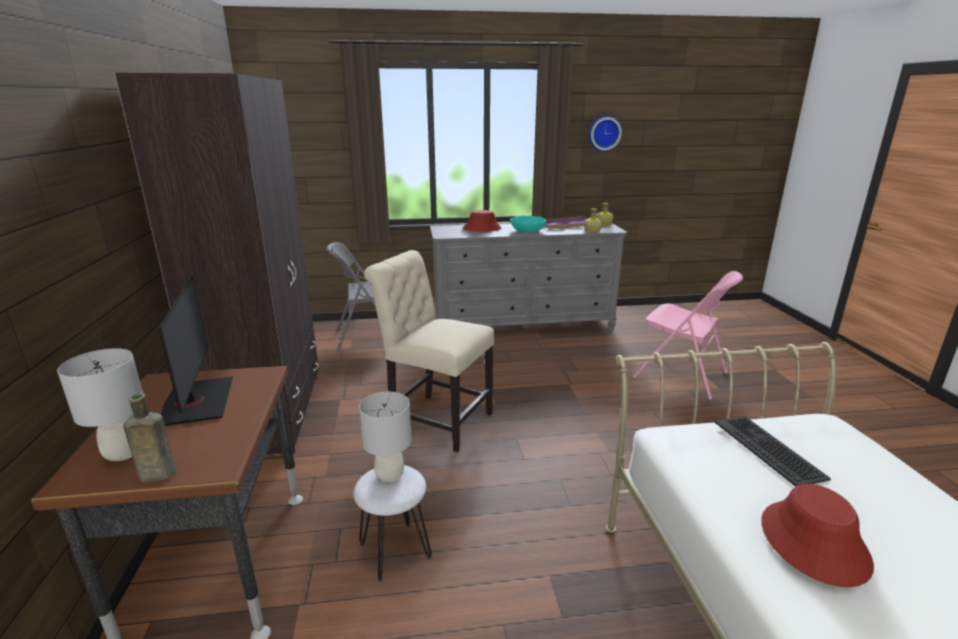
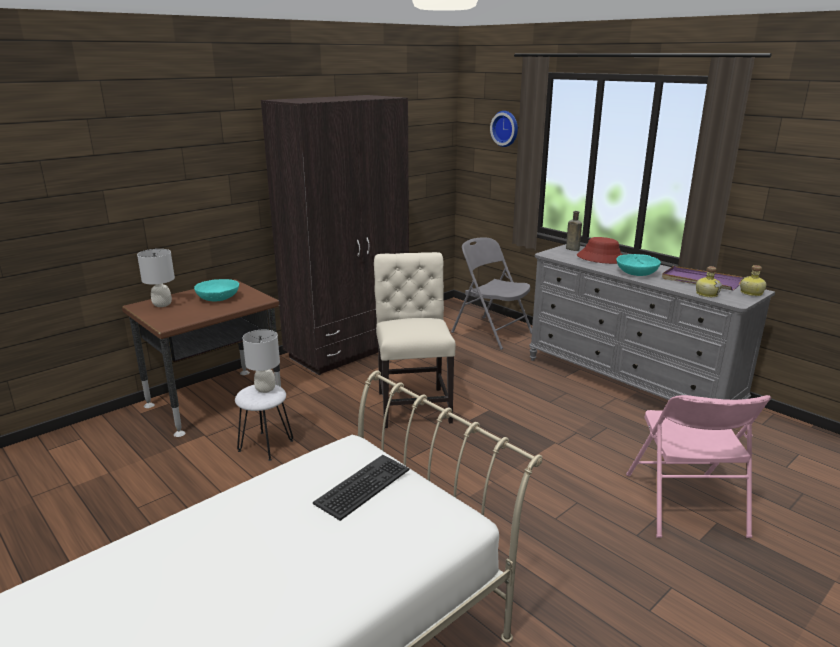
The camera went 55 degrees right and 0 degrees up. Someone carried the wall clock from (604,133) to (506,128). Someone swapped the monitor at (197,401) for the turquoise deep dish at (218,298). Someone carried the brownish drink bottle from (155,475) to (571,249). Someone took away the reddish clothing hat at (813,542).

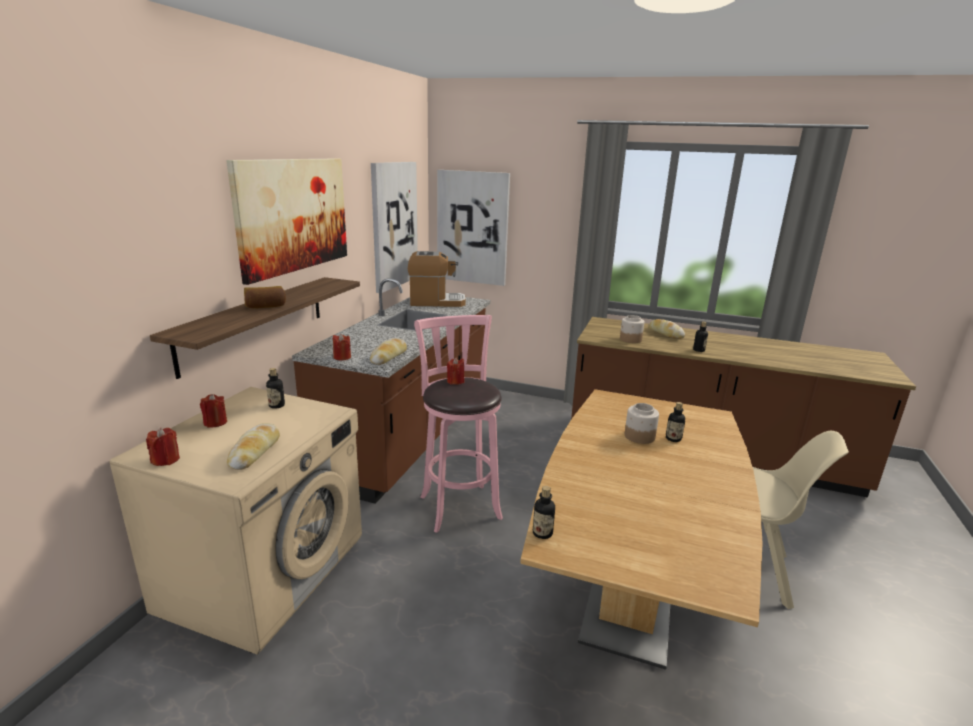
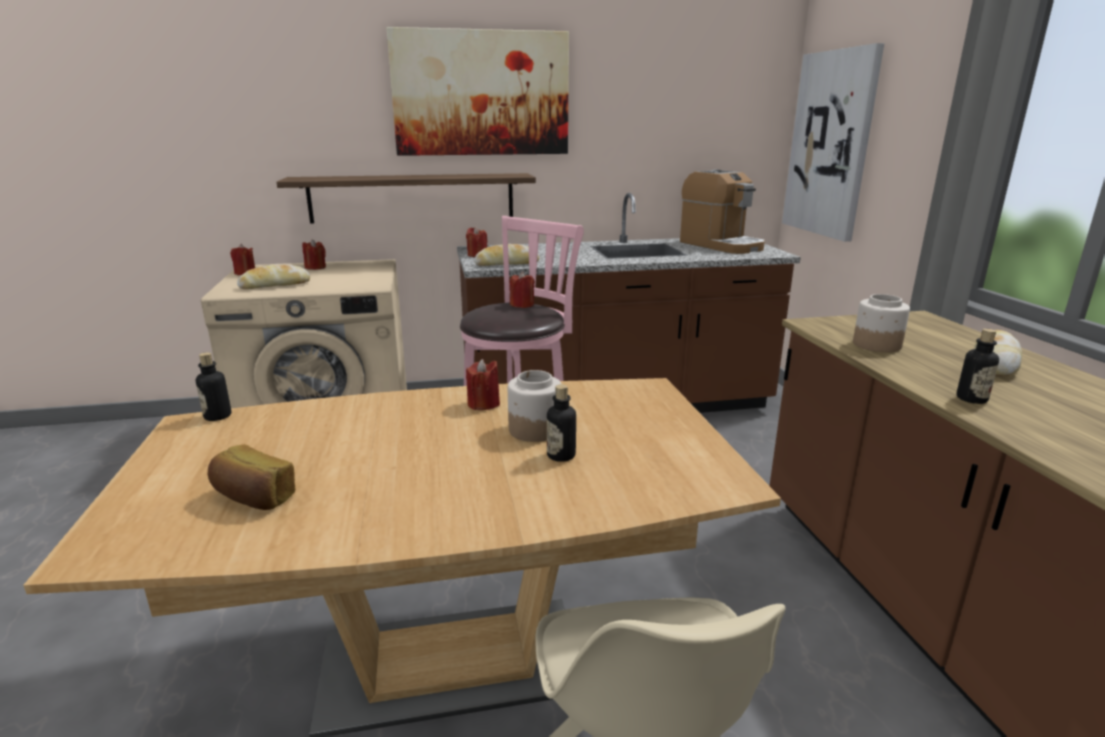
The camera went 60 degrees right and 0 degrees up. Someone took away the picture at (394,225). Someone carried the bakery bread from (265,307) to (253,497). Someone took away the drink bottle at (277,405). Someone put down the reddish wax candle at (483,404).

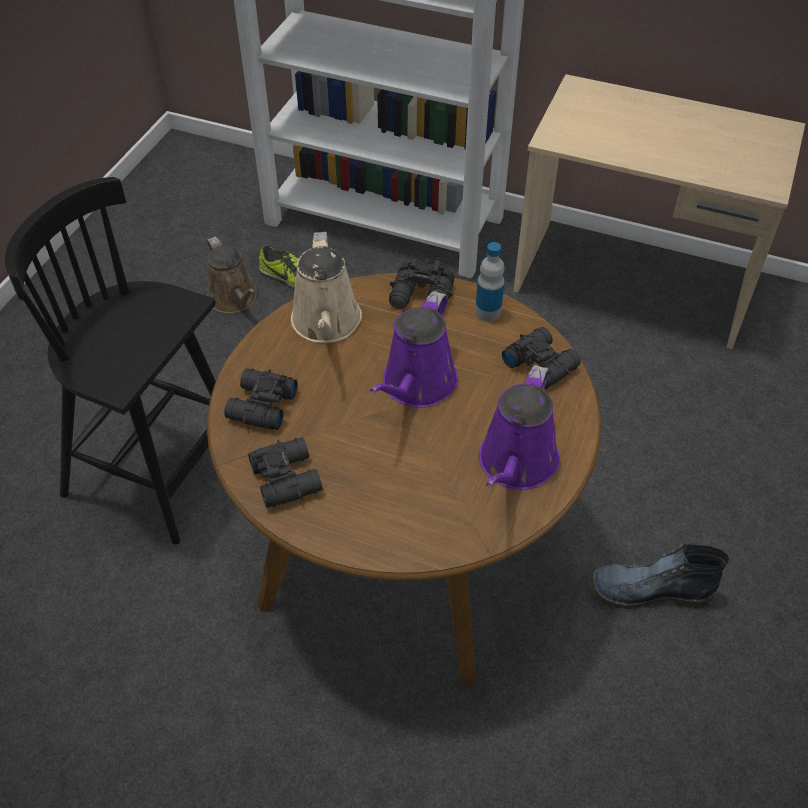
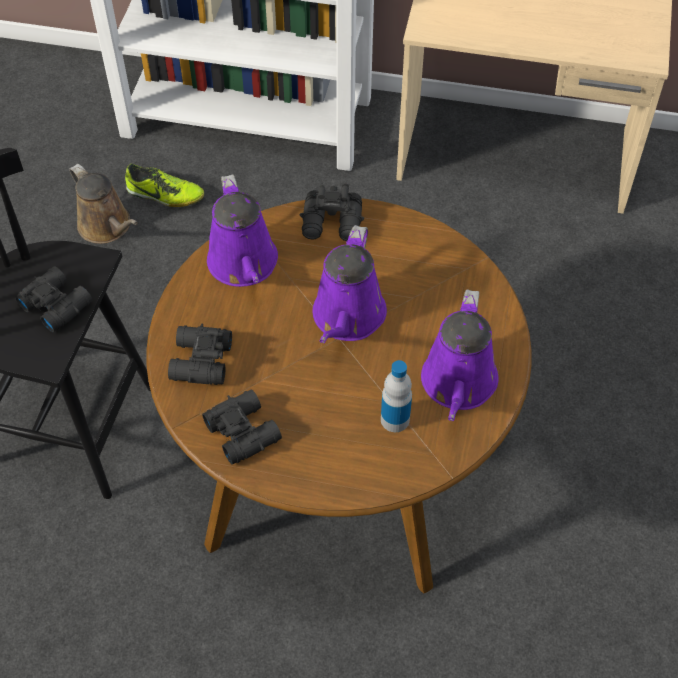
The camera went 10 degrees left and 5 degrees up. Someone repainted the beige watering can at (326,324), which became the purple-coloured watering can at (244,265). Someone carried the drink bottle from (488,312) to (395,419). Someone carried the black-coloured pair of binoculars from (540,364) to (56,303). Someone took away the boot at (646,591).

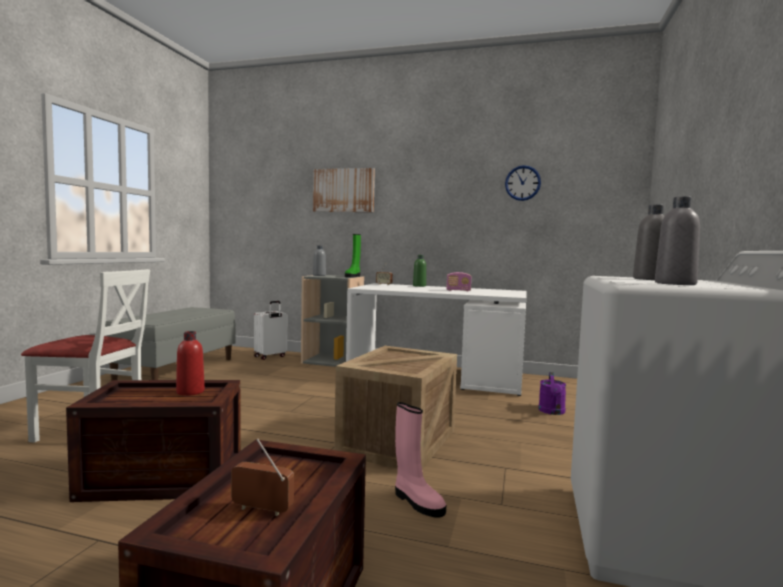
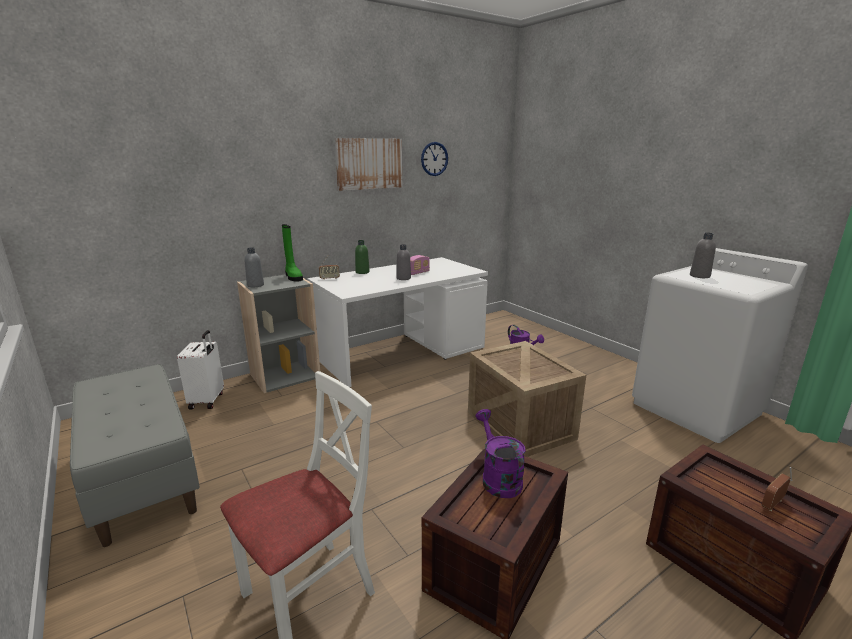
The camera went 50 degrees left and 15 degrees up. Someone carried the picture from (344,190) to (369,164). Someone carried the gray drink bottle from (675,283) to (403,278). Someone swapped the reddish drink bottle at (190,392) for the purple-coloured watering can at (498,478). Someone took away the pink boot at (417,502).

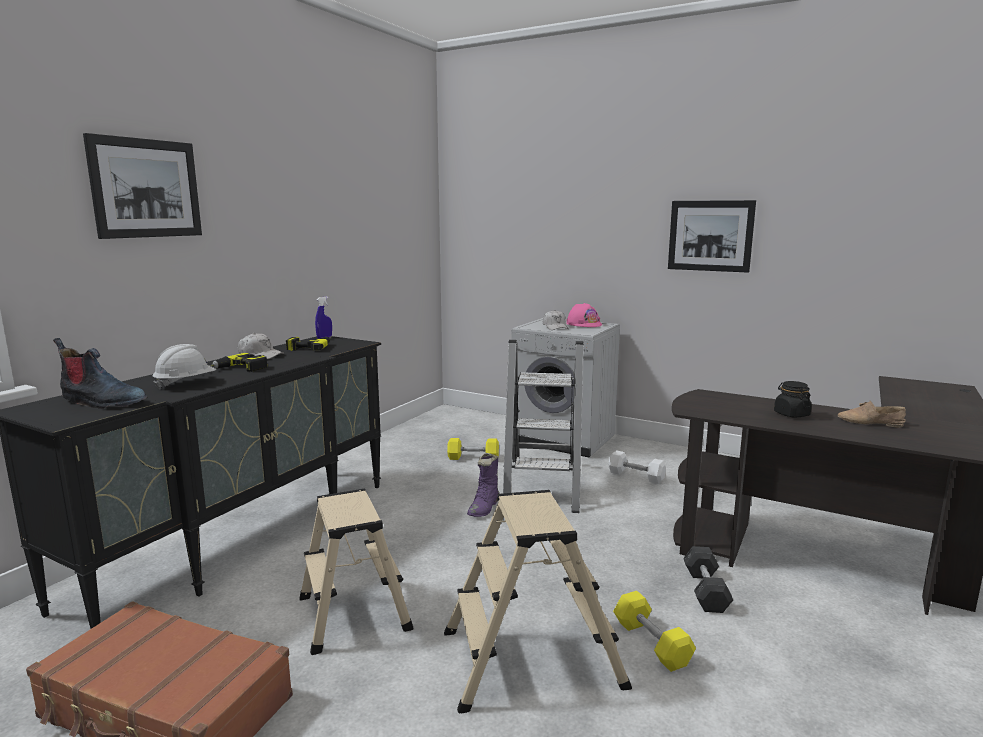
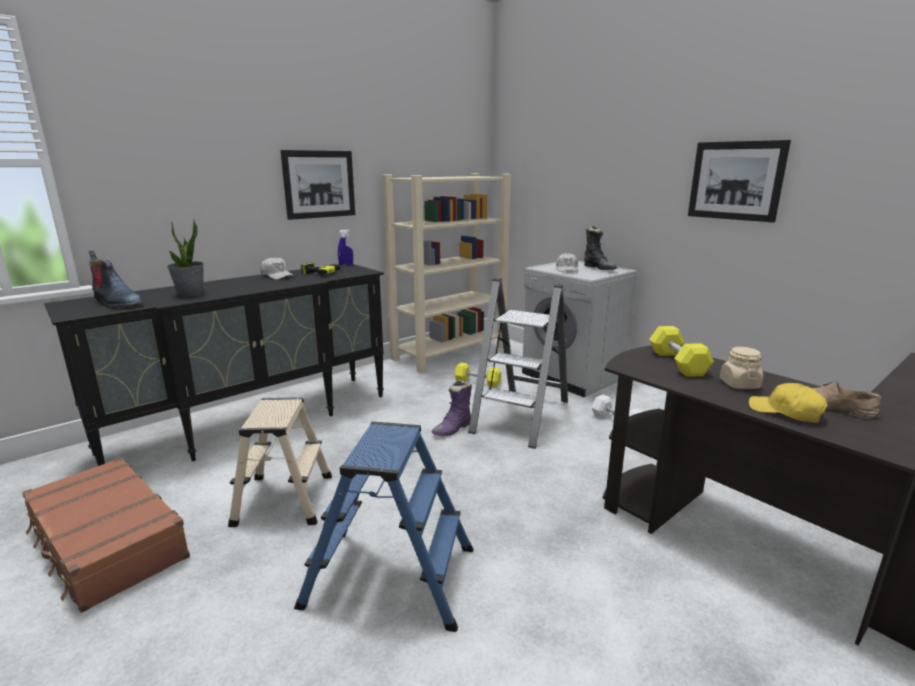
The camera went 20 degrees right and 5 degrees up. Someone carried the picture from (146,188) to (319,184). Someone swapped the pink safety helmet at (584,324) for the black-coloured boot at (599,268). Someone swapped the white safety helmet at (186,383) for the houseplant at (190,294). Someone took away the power drill at (234,370). Someone repainted the black-coloured preserve jar at (791,414), which became the beige preserve jar at (739,384). Someone repainted the beige step ladder at (531,658), which became the bluish step ladder at (389,576). Someone took away the gray dumbbell at (705,591). Someone carried the yellow-coloured dumbbell from (651,643) to (677,363). Someone put down the beige bookcase at (449,353). Someone put down the yellow-coloured baseball cap at (785,412).

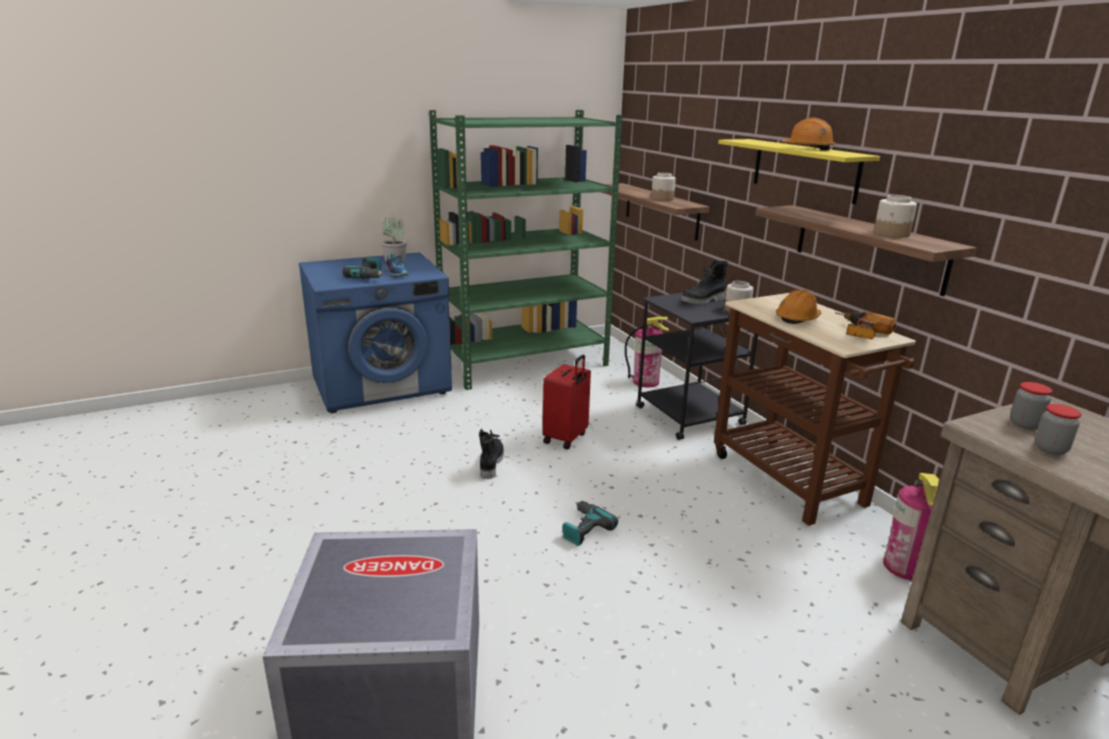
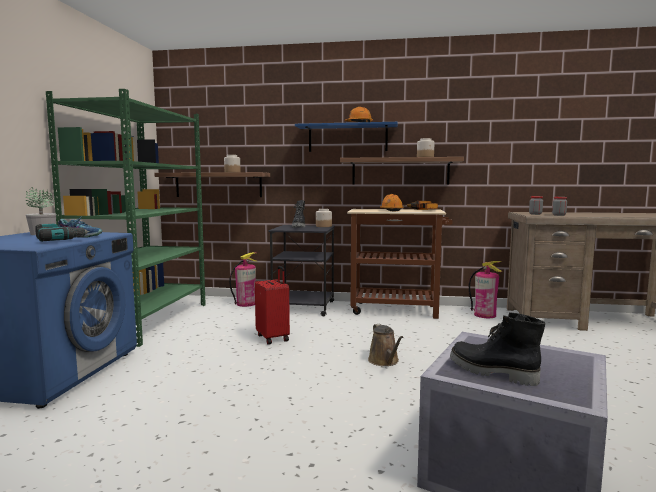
The camera went 55 degrees left and 15 degrees down. Someone repainted the yellow-coloured wall shelf at (804,170), which became the bluish wall shelf at (347,138). Someone carried the black-coloured boot from (490,463) to (491,372). Someone swapped the power drill at (583,529) for the brownish watering can at (384,361).

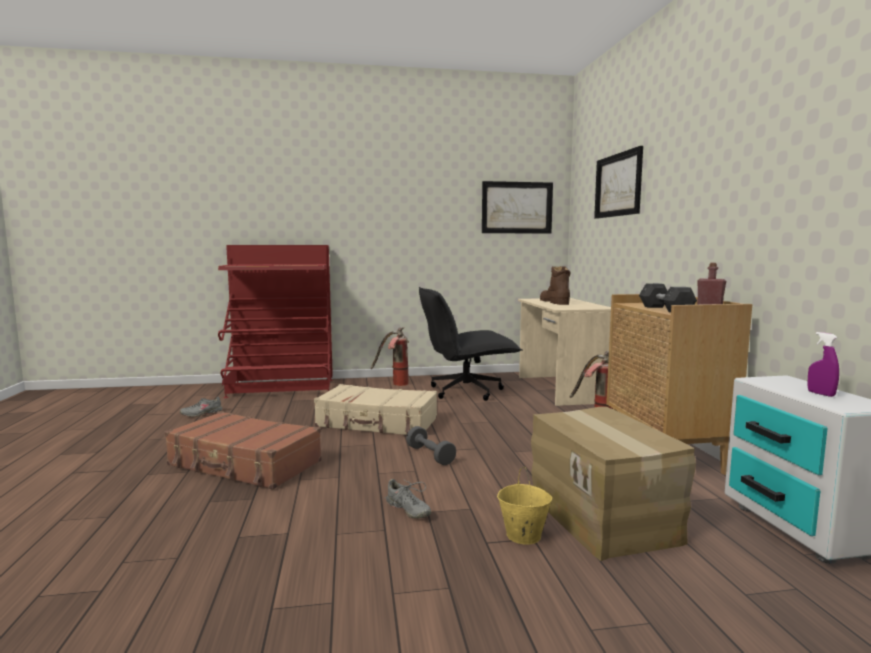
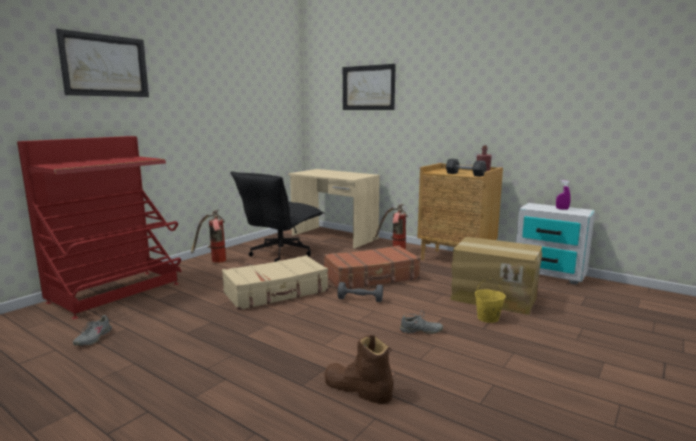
The camera went 45 degrees left and 5 degrees up. Someone carried the picture from (516,207) to (105,66). Someone carried the brownish boot from (554,302) to (357,389). Someone carried the brownish suitcase from (244,464) to (371,277).

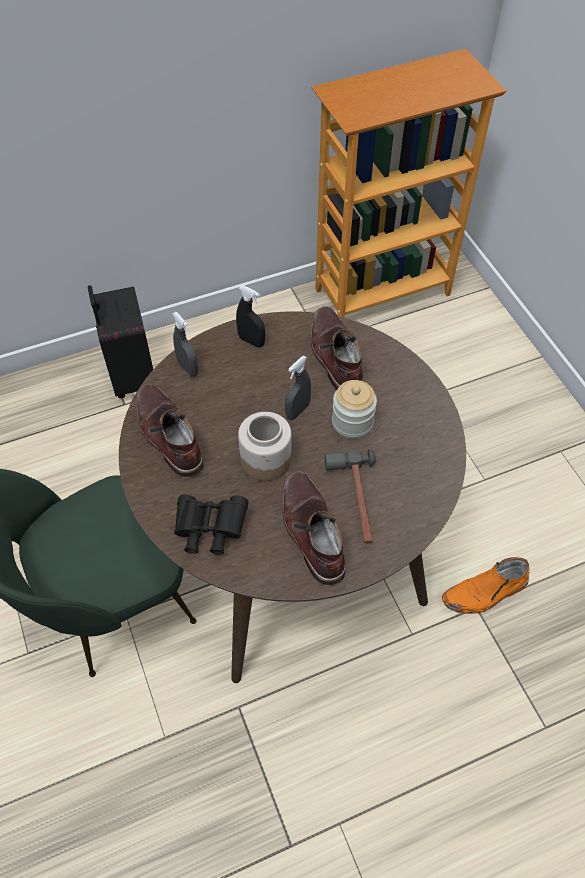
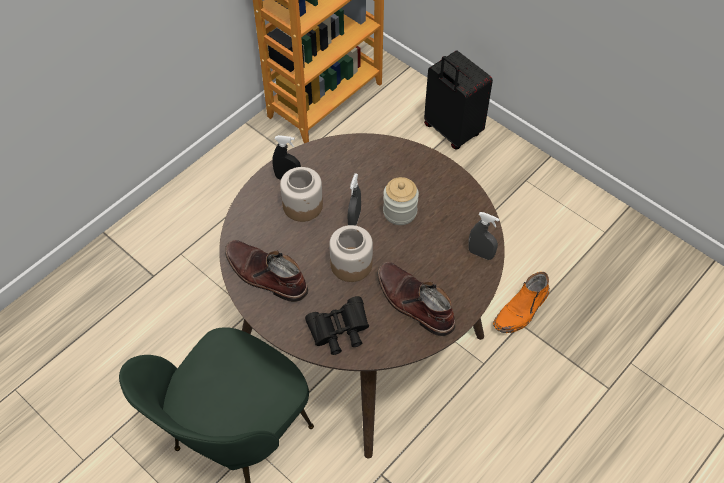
The camera went 25 degrees left and 0 degrees up. Someone carried the black-coloured suitcase from (131,377) to (451,131). Someone took away the brownish boot at (334,356). Someone carried the gray spray bottle from (188,368) to (480,254). Someone took away the hammer at (356,500). Someone put down the preserve jar at (303,205).

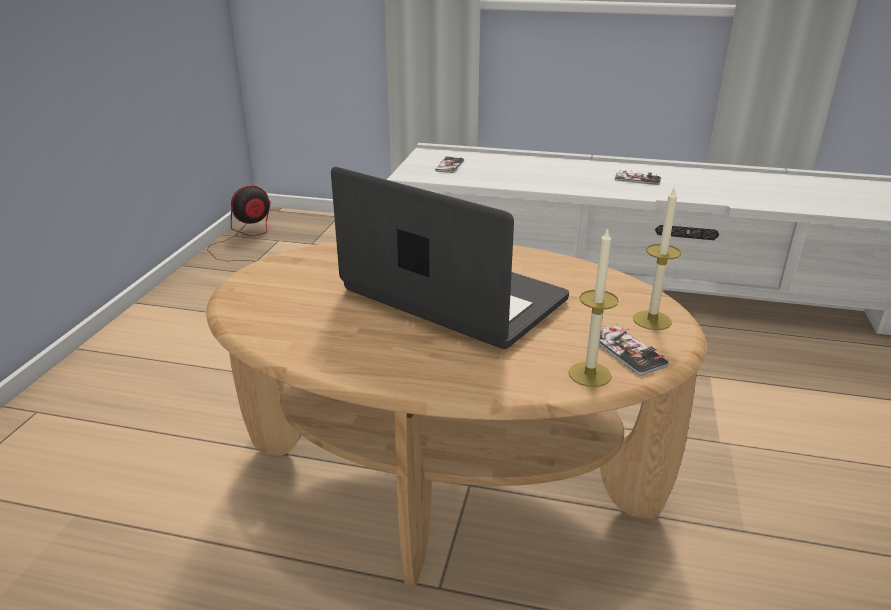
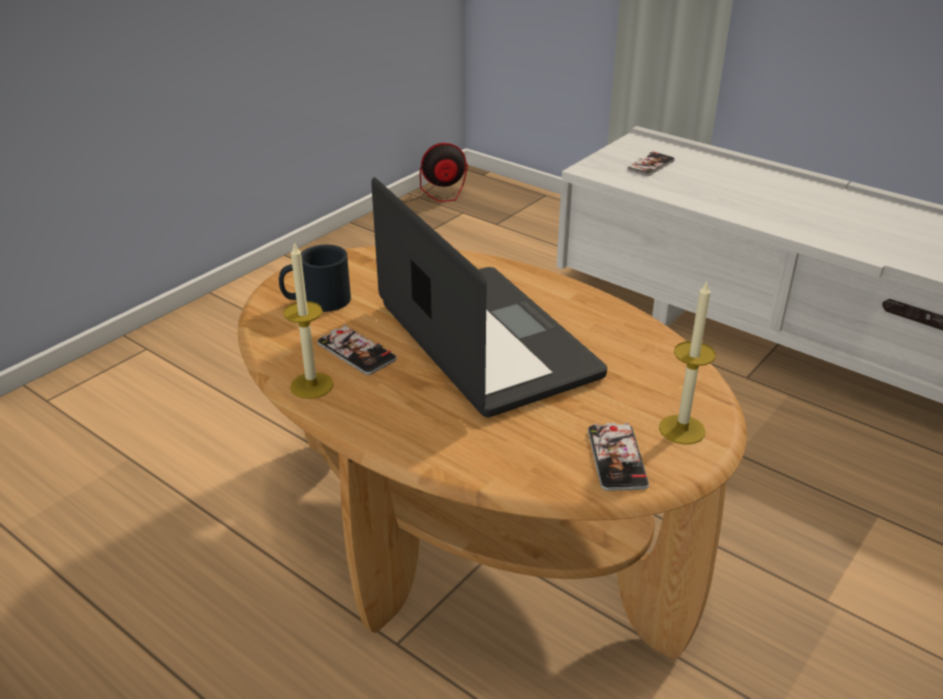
The camera went 25 degrees right and 5 degrees up. Someone carried the telephone from (637,179) to (356,352). Someone carried the wax candle from (589,374) to (311,385). Someone put down the black-coloured coffee mug at (316,301).

